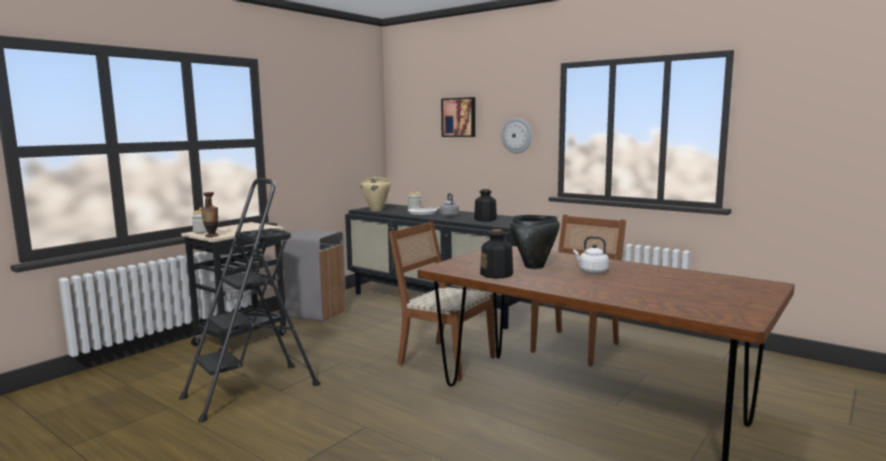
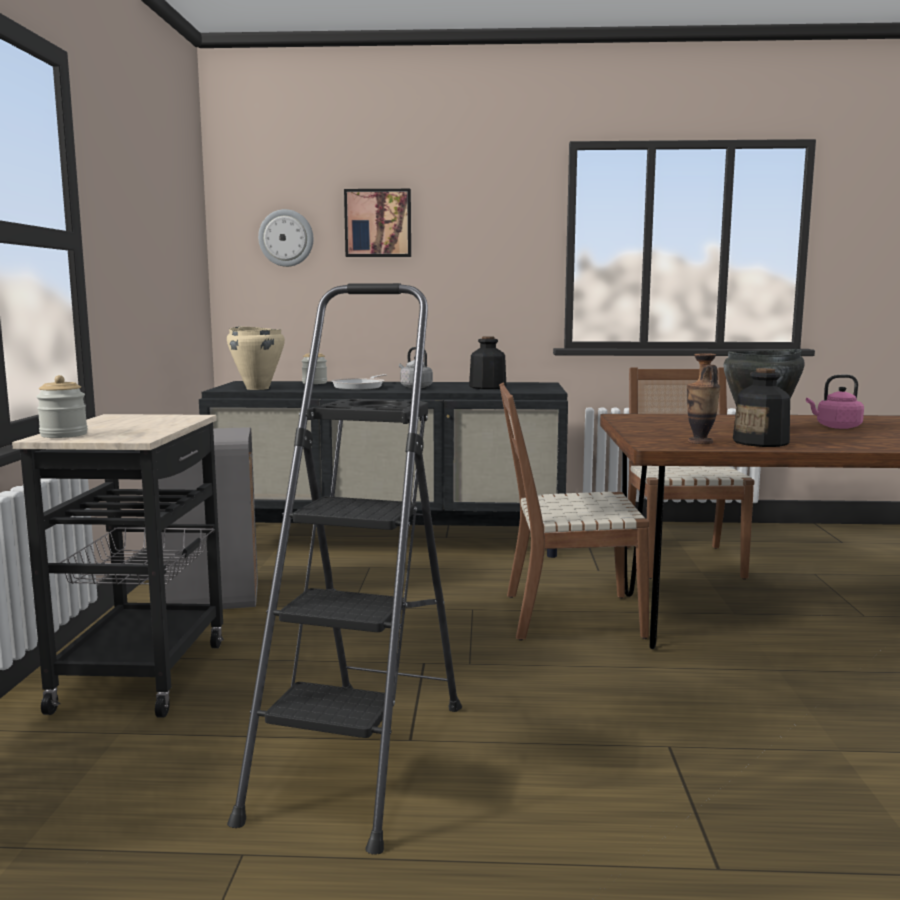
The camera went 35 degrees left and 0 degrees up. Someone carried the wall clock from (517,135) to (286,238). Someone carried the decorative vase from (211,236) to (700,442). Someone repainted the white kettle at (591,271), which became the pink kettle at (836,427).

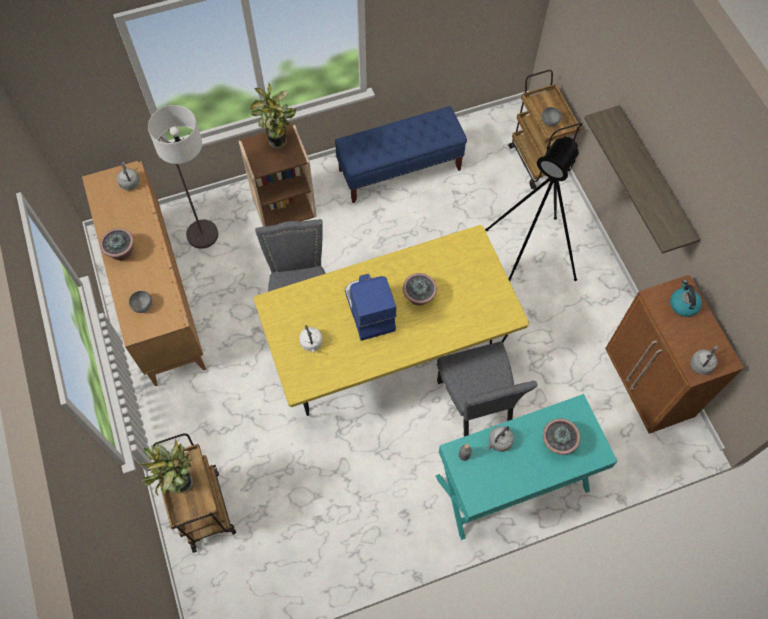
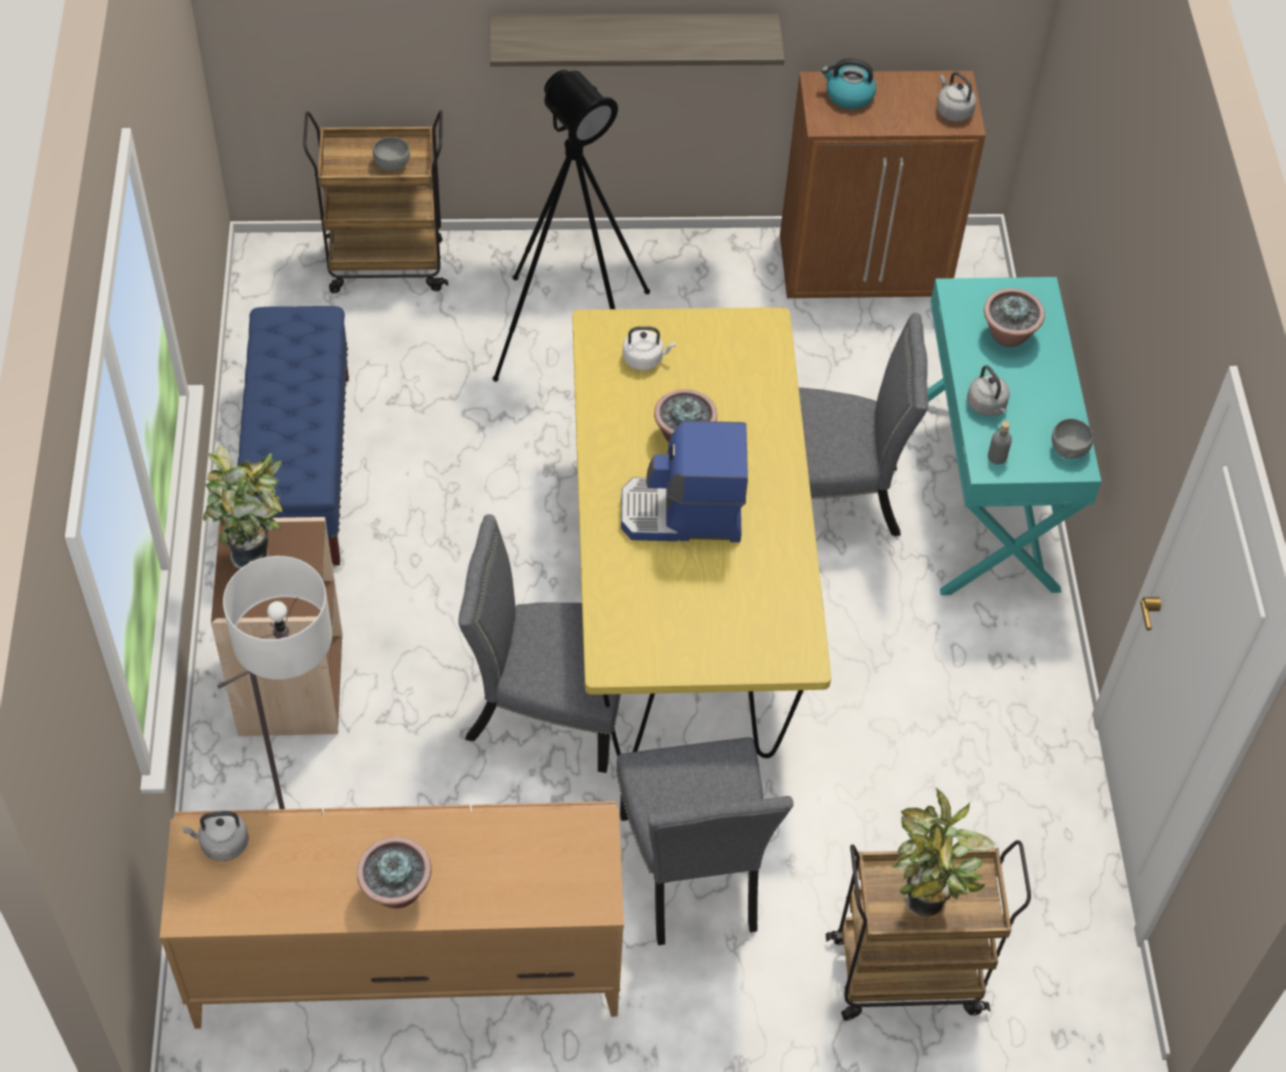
The camera went 75 degrees left and 10 degrees down. Someone carried the gray deep dish from (142,306) to (1069,449). Someone carried the white kettle from (311,343) to (645,359). Someone put down the gray plain chair at (692,867).

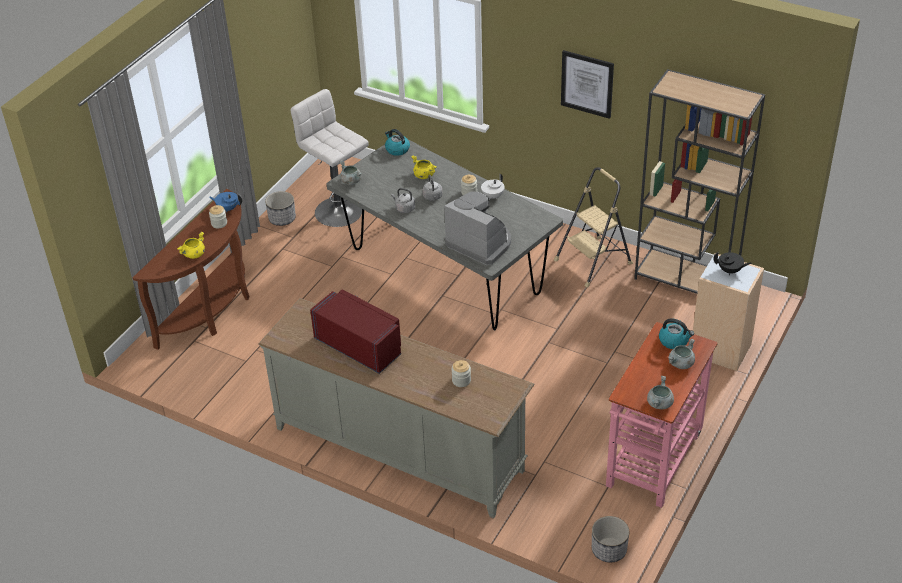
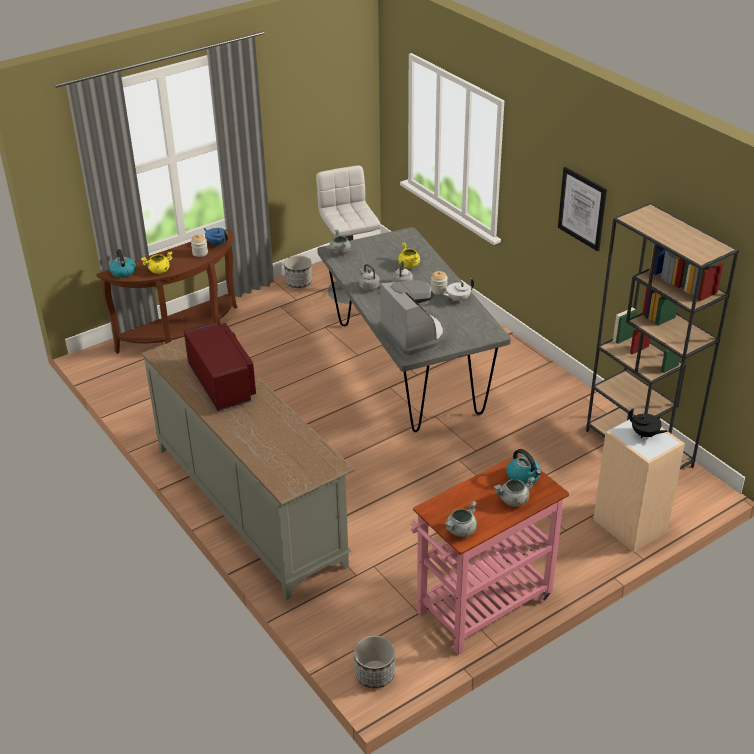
The camera went 25 degrees right and 5 degrees down. Someone carried the kettle from (397,149) to (123,272). Someone took away the beige step ladder at (595,260). Someone took away the preserve jar at (461,380).

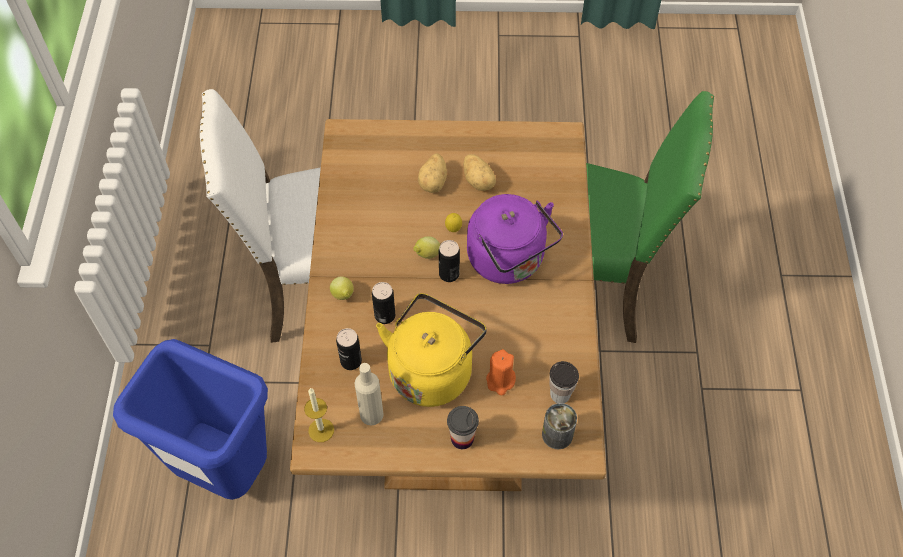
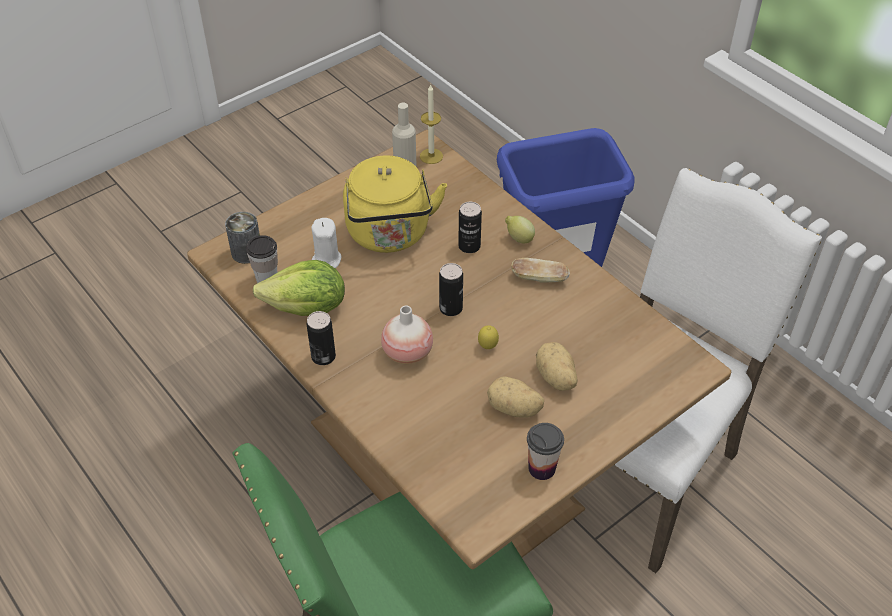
The camera went 140 degrees right and 10 degrees down. Someone swapped the purple-coloured kettle at (509,261) for the decorative vase at (407,353). Someone took away the lemon at (426,255). Someone carried the metal can from (351,361) to (323,356). Someone repainted the orangey wax candle at (500,381), which became the white wax candle at (326,259). Someone carried the small cup from (462,438) to (541,468). Someone put down the bakery bread at (539,278). Someone put down the lettuce head at (307,308).

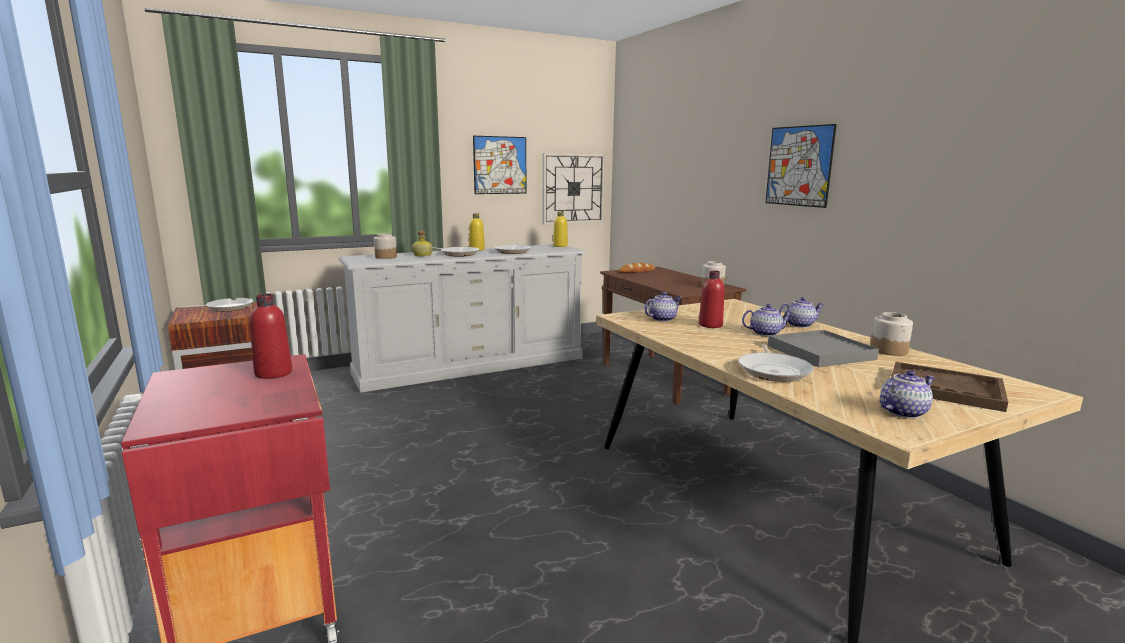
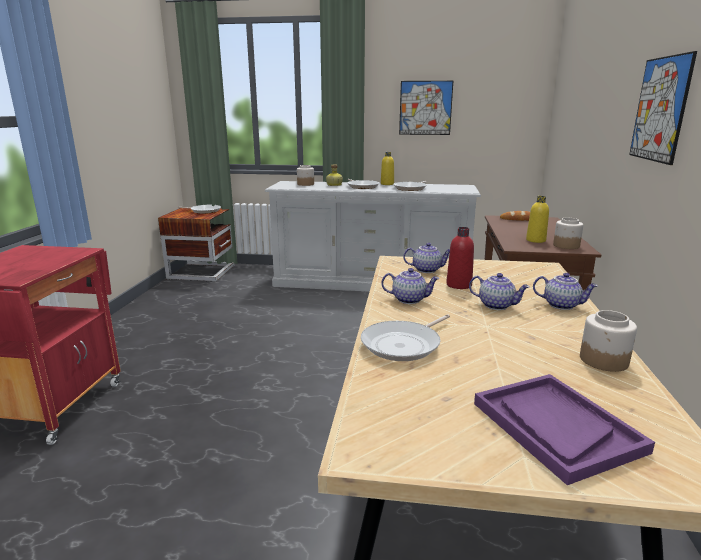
The camera went 35 degrees right and 5 degrees up. Someone took away the wall clock at (573,188). Someone carried the yellow-coloured drink bottle from (560,246) to (535,240). Someone took away the reddish drink bottle at (273,373). Someone took away the gray serving tray at (820,352). Someone repainted the brownish serving tray at (944,389), which became the purple-coloured serving tray at (555,426). Someone carried the pot for tea from (902,412) to (409,299).

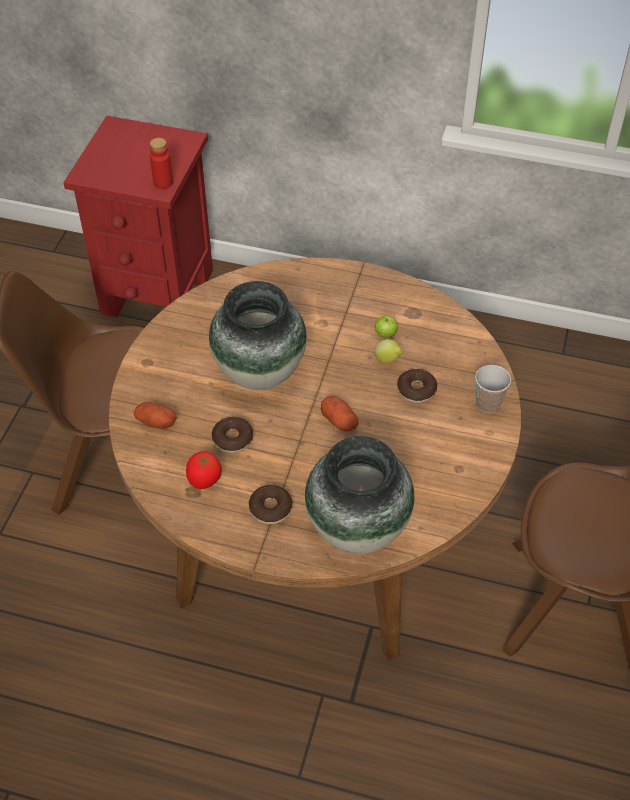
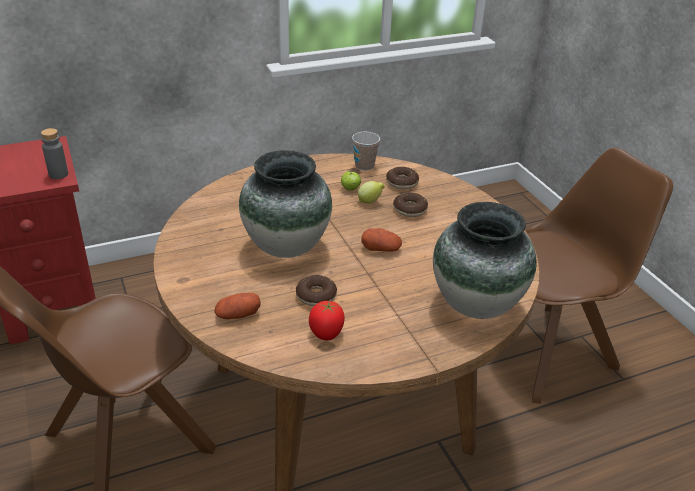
The camera went 40 degrees left and 15 degrees down. Someone repainted the reddish drink bottle at (163,183), which became the gray drink bottle at (58,174). Someone carried the small cup from (488,404) to (364,166). Someone carried the doughnut from (270,508) to (402,183).

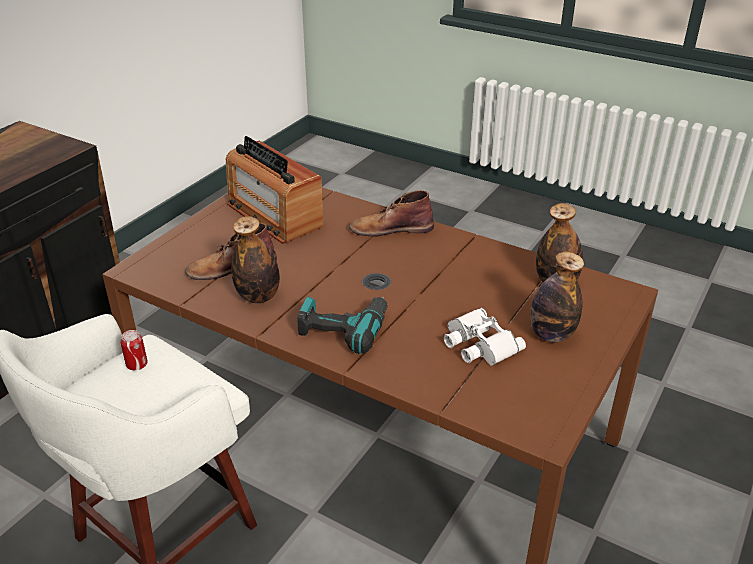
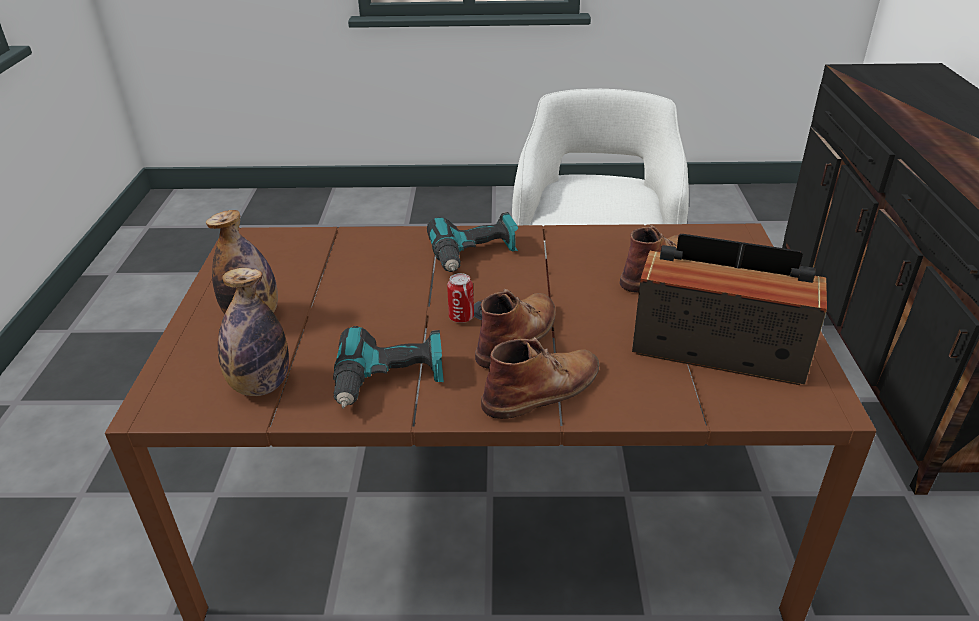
The camera went 150 degrees right and 0 degrees up. Someone took away the drink bottle at (258,296). Someone took away the white pair of binoculars at (478,343). Someone carried the metal can from (137,365) to (461,317). Someone put down the brownish boot at (518,334). Someone put down the power drill at (390,380).

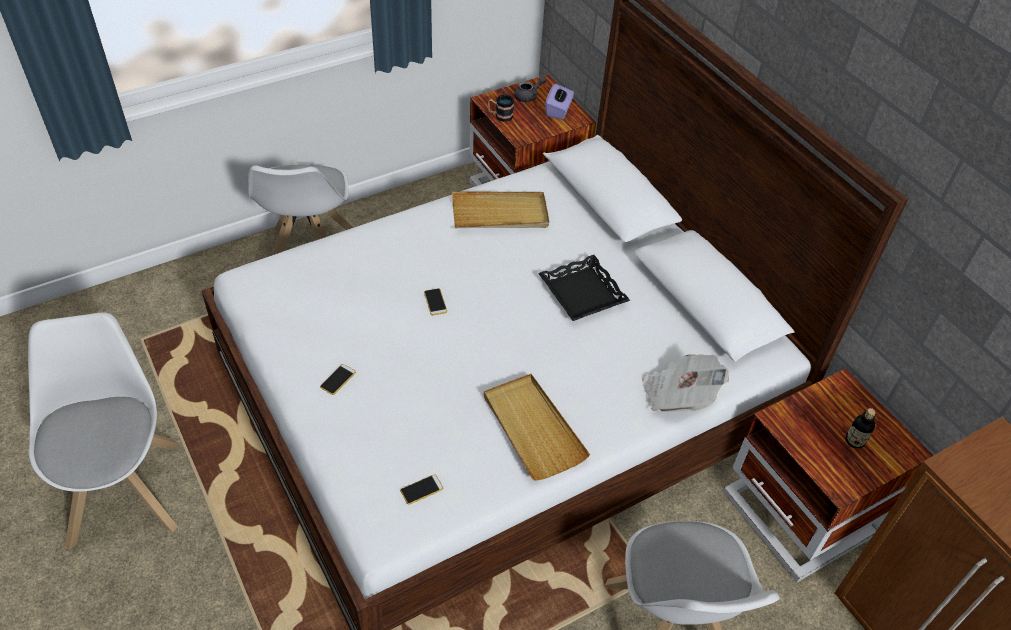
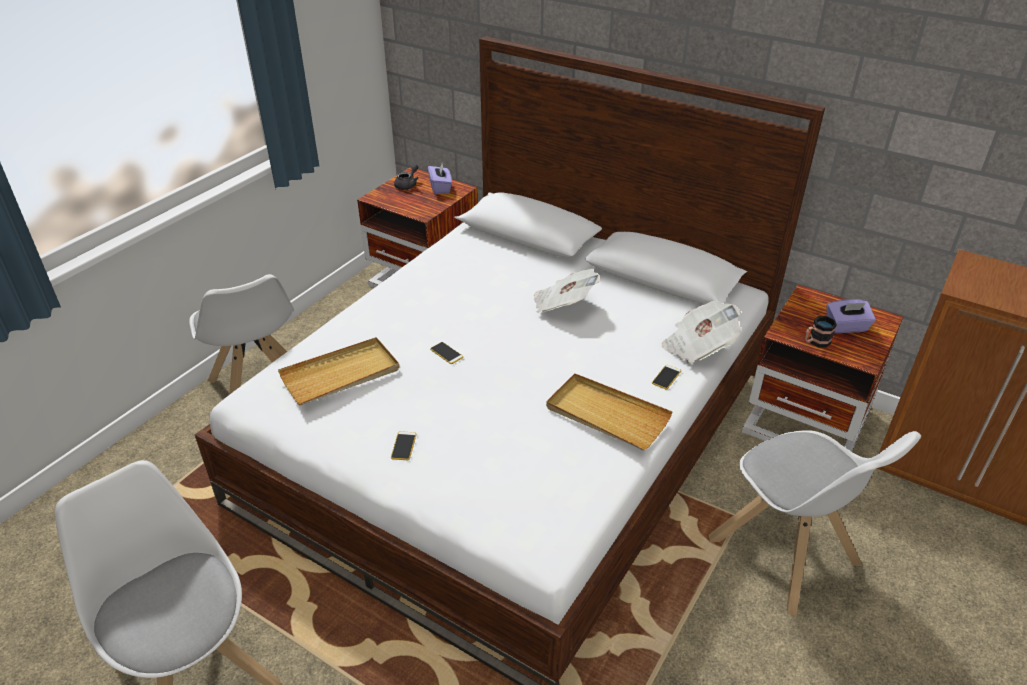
The camera went 25 degrees left and 10 degrees down. Someone carried the coffee mug from (500,116) to (815,342). Someone carried the beige serving tray from (500,214) to (341,374). Someone swapped the black-coloured serving tray at (582,293) for the printed paper at (563,305). Someone swapped the drink bottle at (854,441) for the purple-coloured tissue box at (846,327). Someone carried the telephone from (421,489) to (666,377).

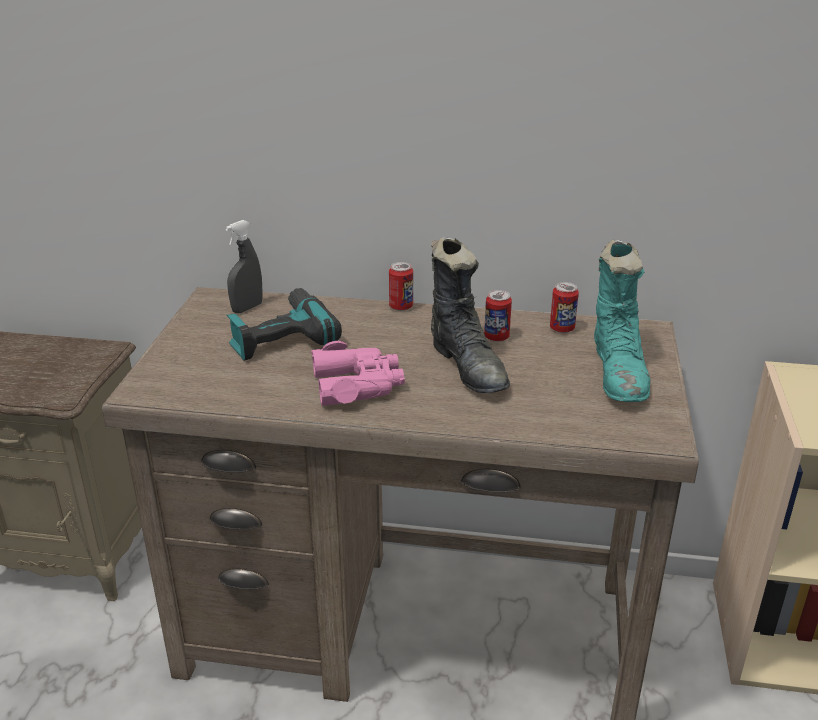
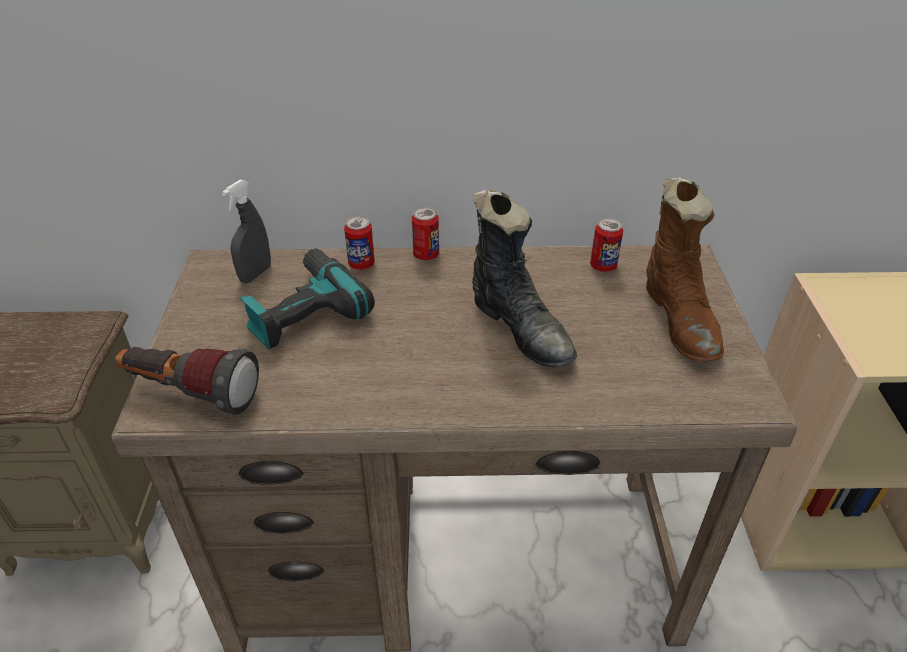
The camera went 10 degrees left and 10 degrees up. Someone repainted the turquoise boot at (619,374), which became the brownish boot at (679,319). Someone carried the metal can from (496,337) to (361,264). Someone took away the pink pair of binoculars at (357,384). Someone put down the flashlight at (191,394).

